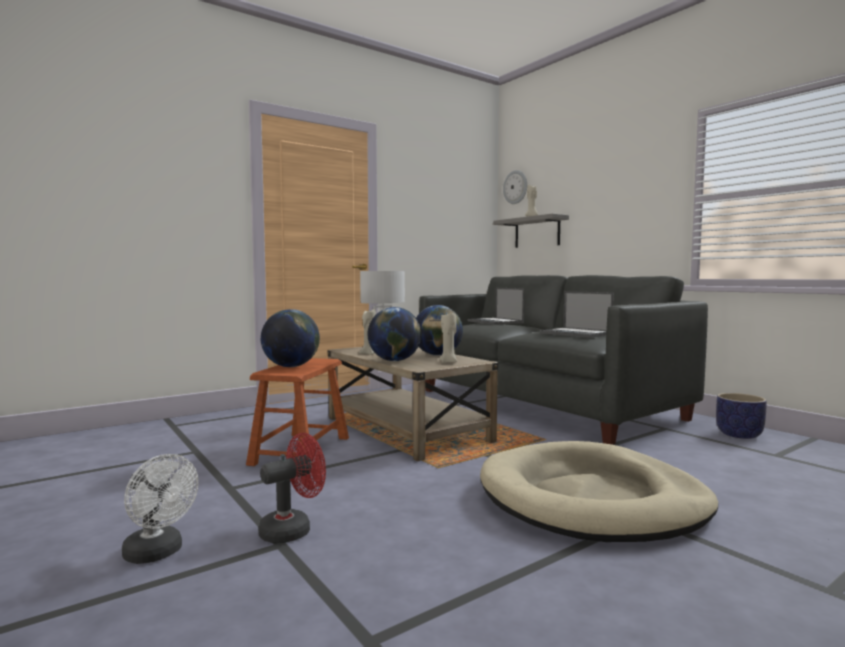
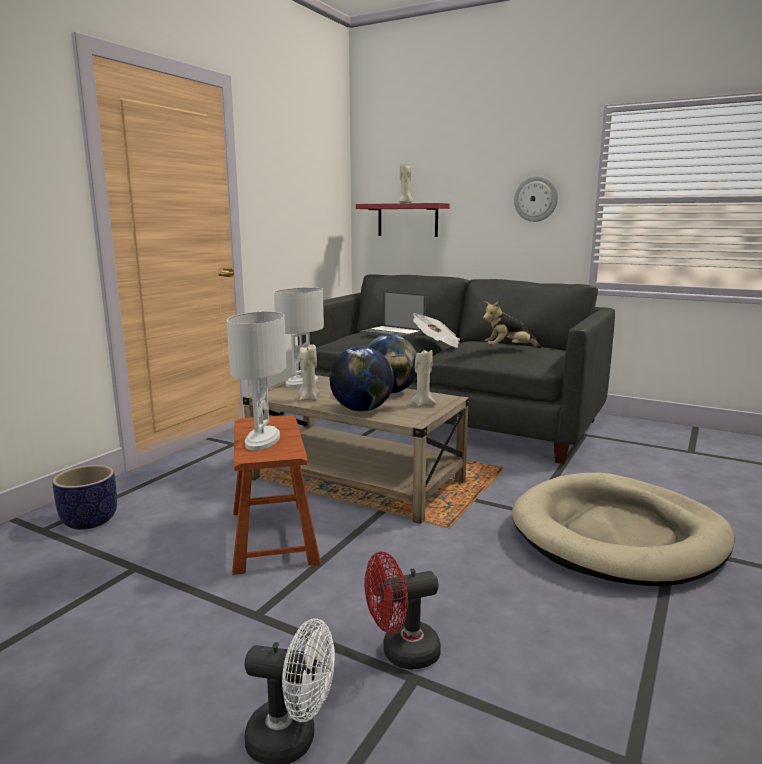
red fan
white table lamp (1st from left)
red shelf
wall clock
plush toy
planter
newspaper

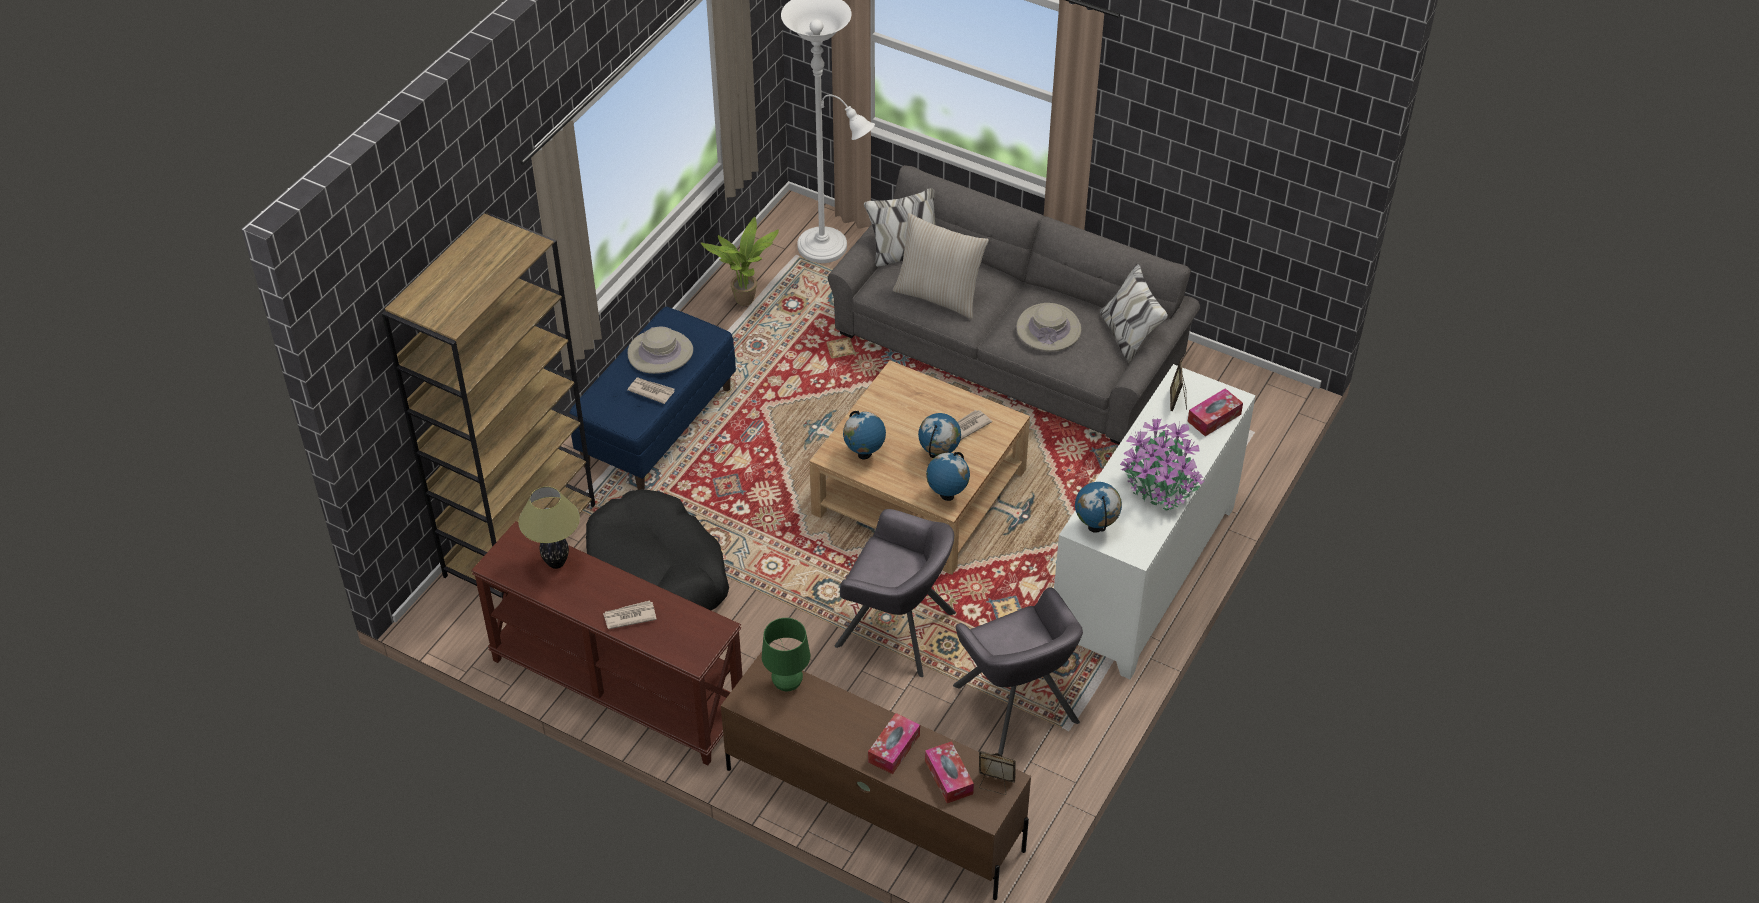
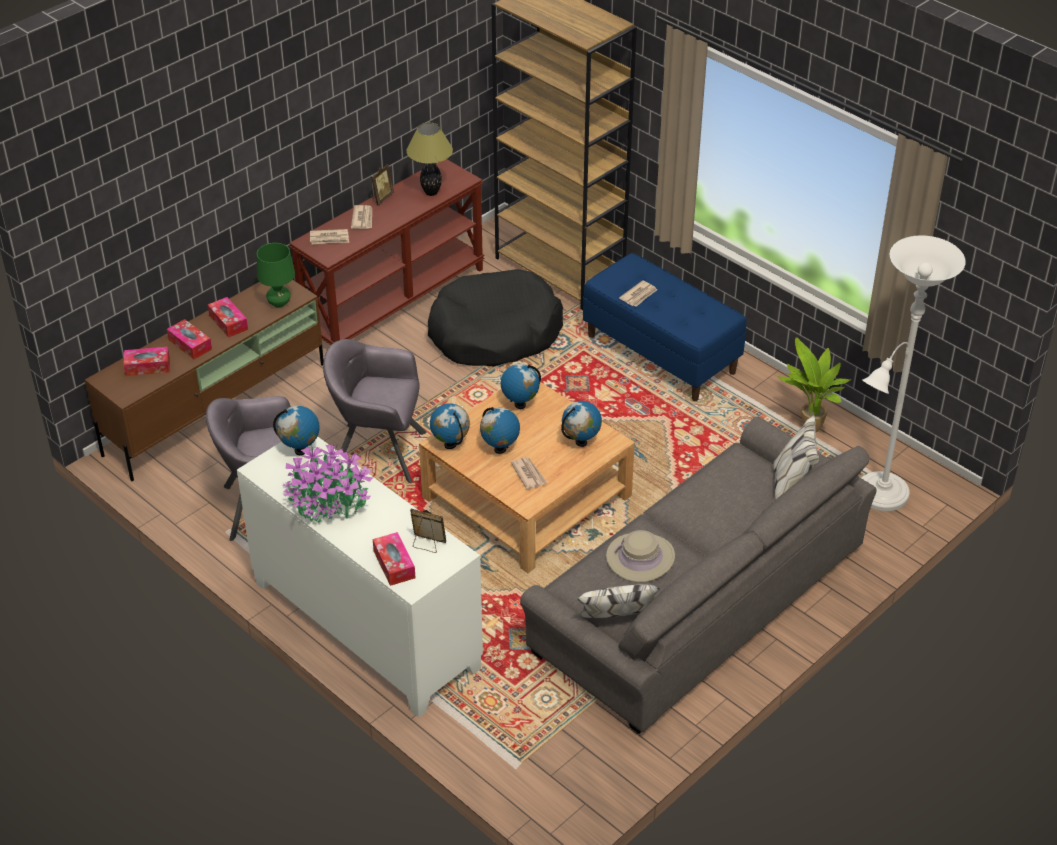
beige hat (1st from left in the first image)
grey armchair (2nd from left)
beige pillow
picture frame (1st from left)
tissue box (3rd from left)
newspaper (1st from left)
globe (5th from left)

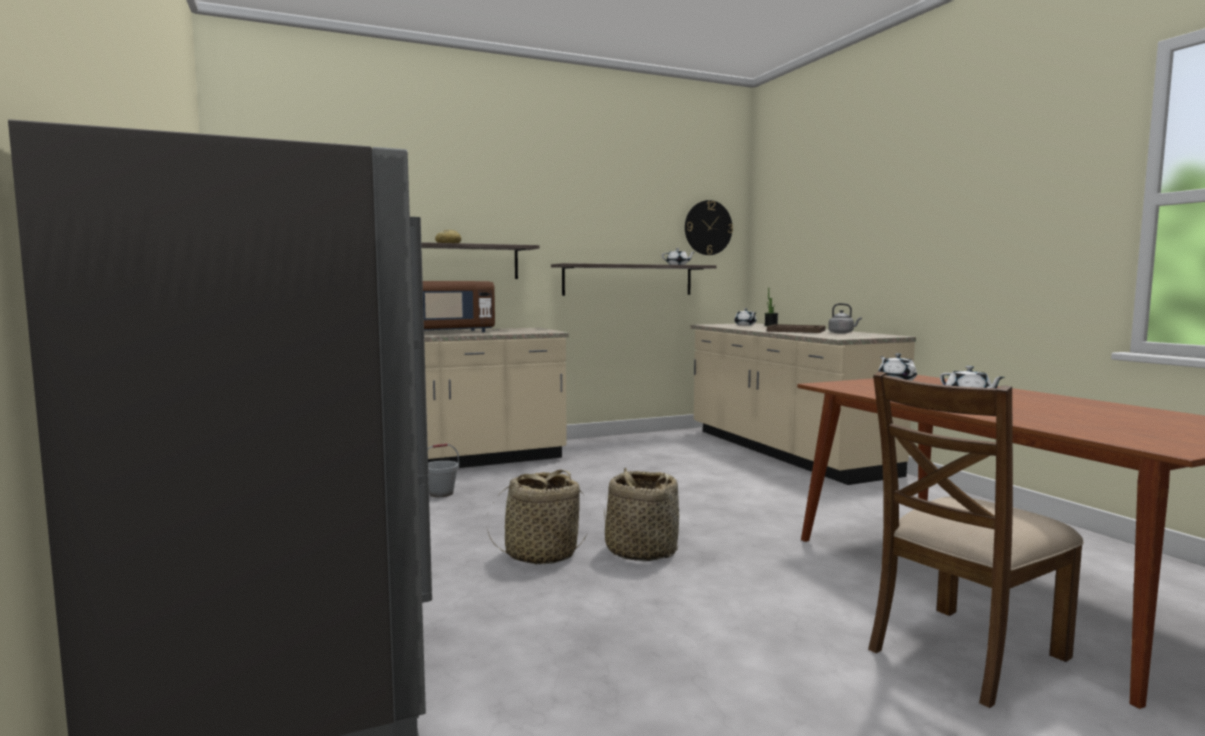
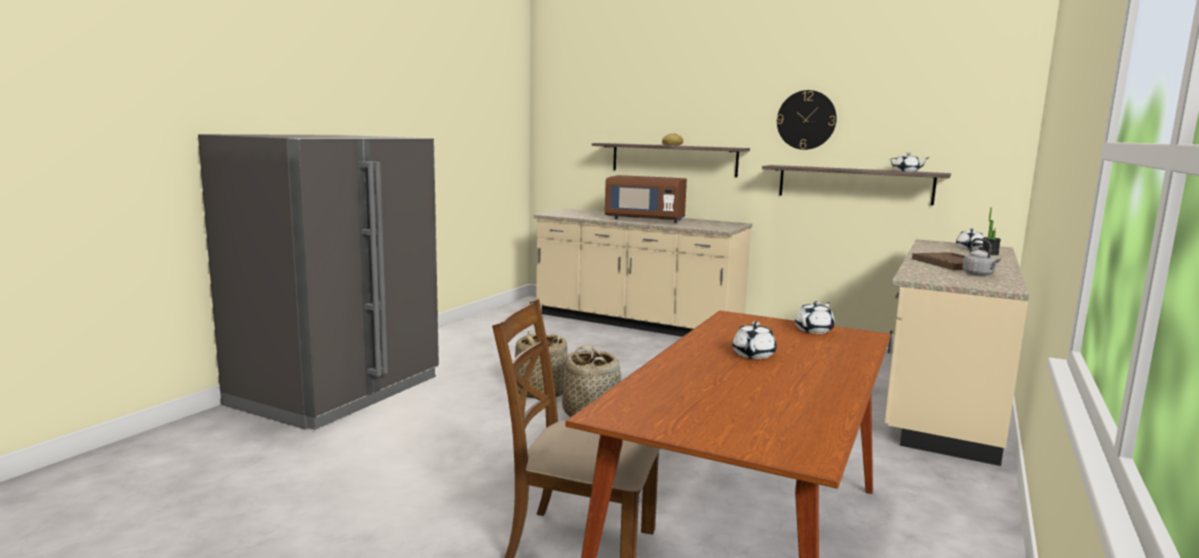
grey bucket
wall clock

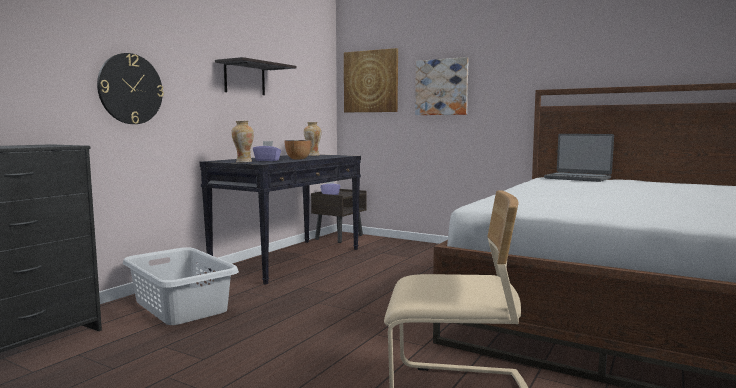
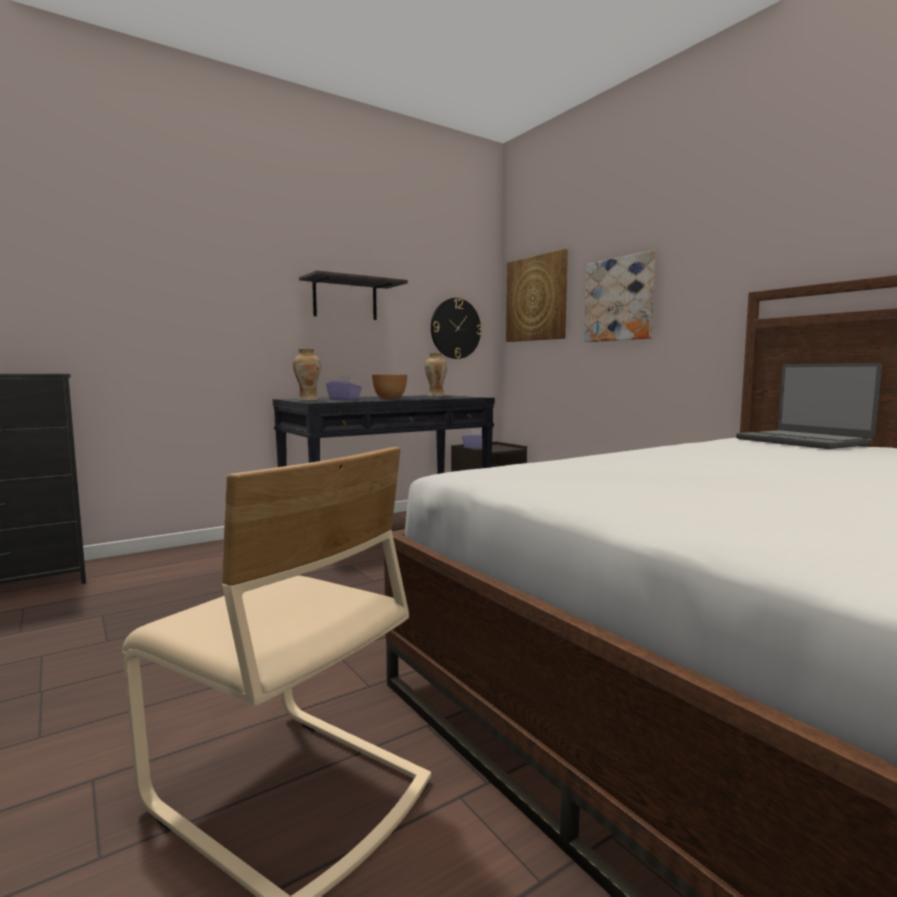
wall clock
grey laundry basket

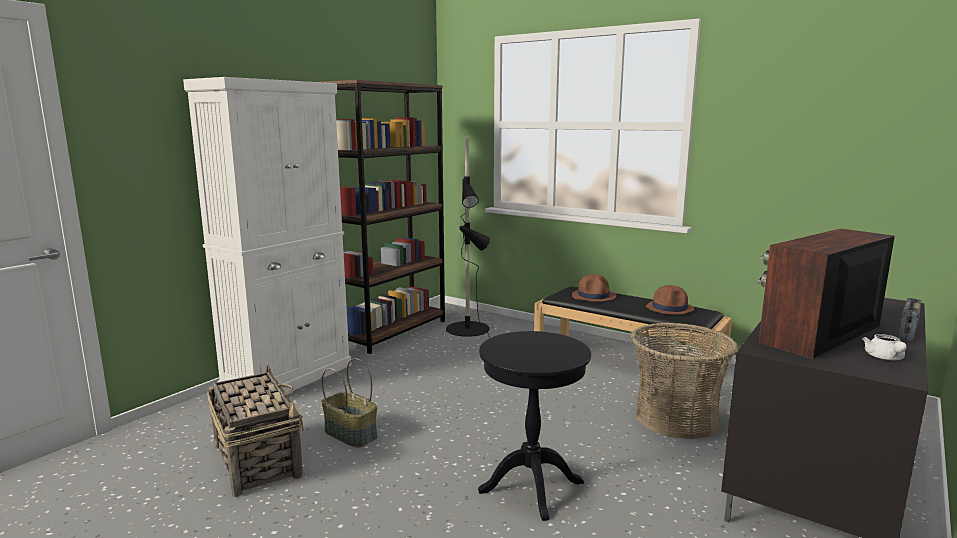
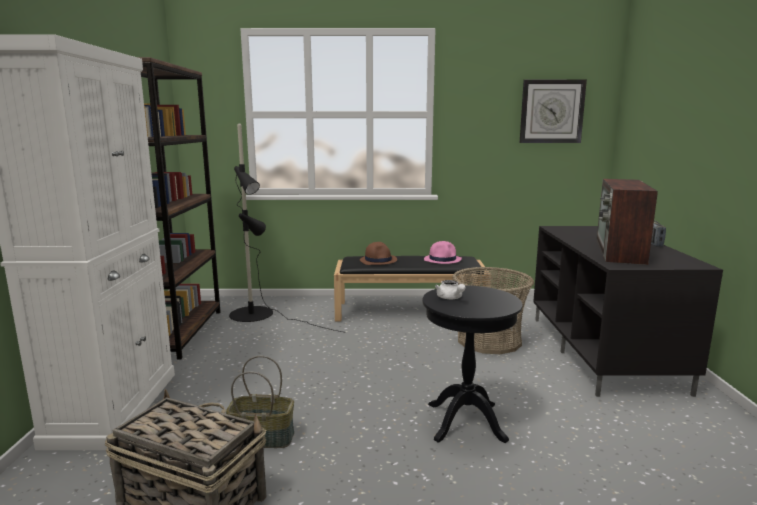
pink hat
white teapot
wall clock

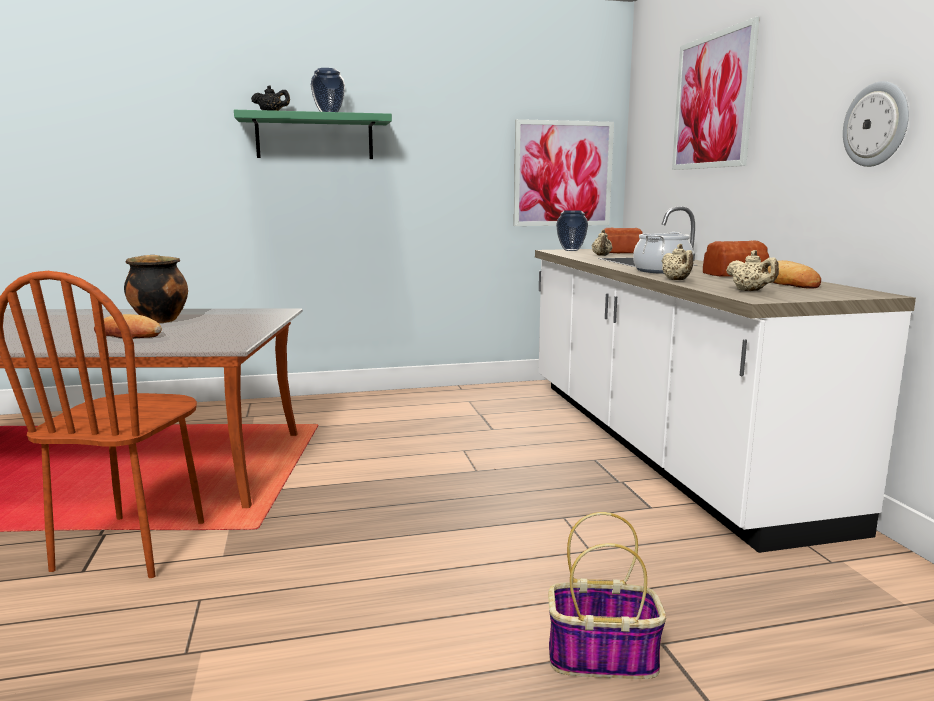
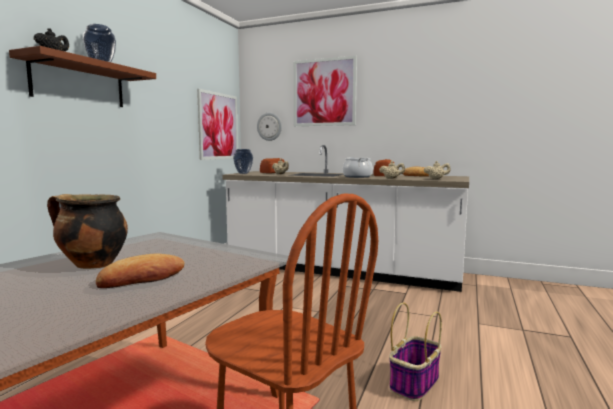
brown shelf
basket
wall clock

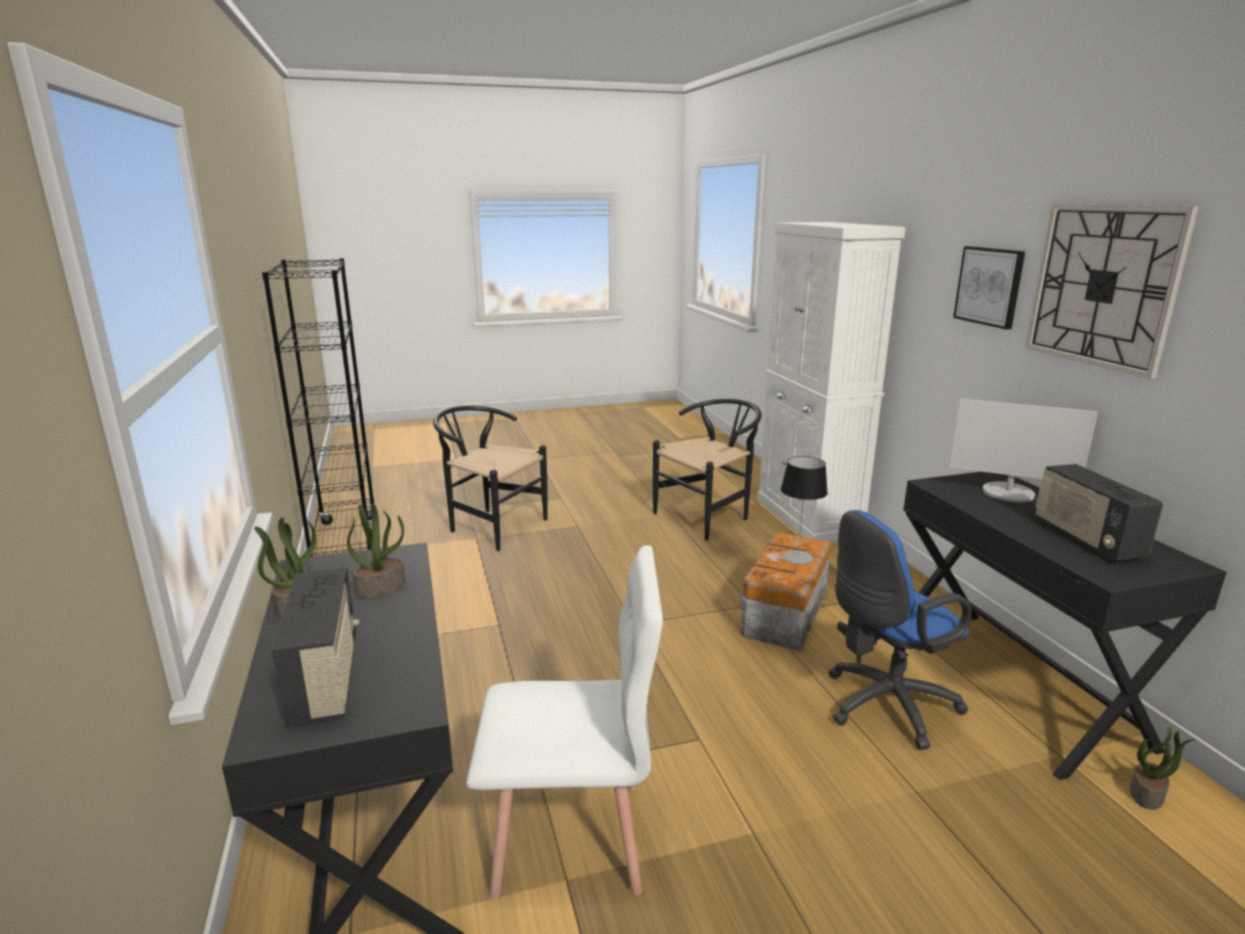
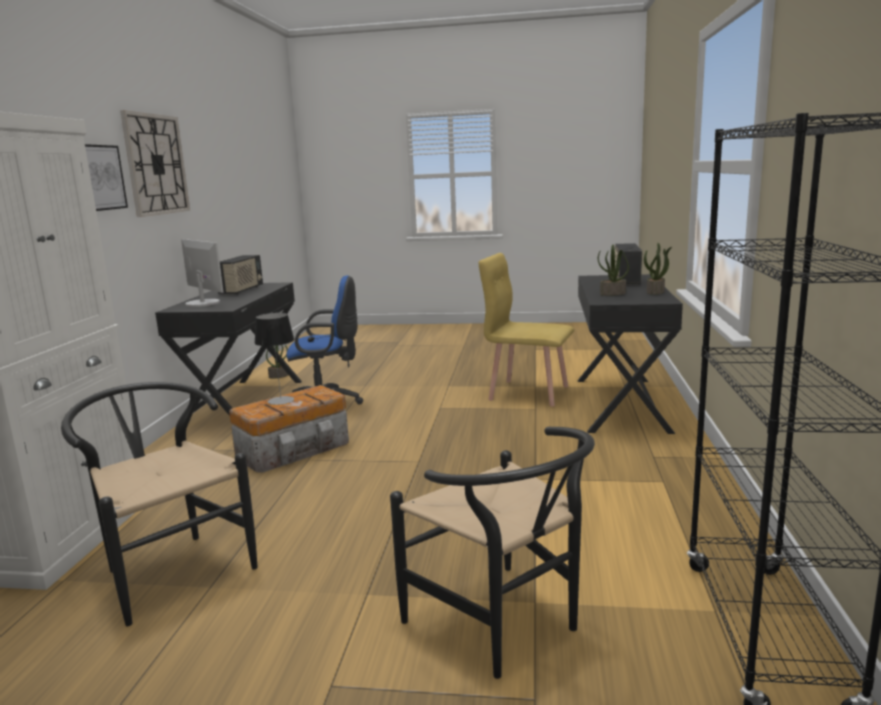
yellow chair
black chair (1st from left)

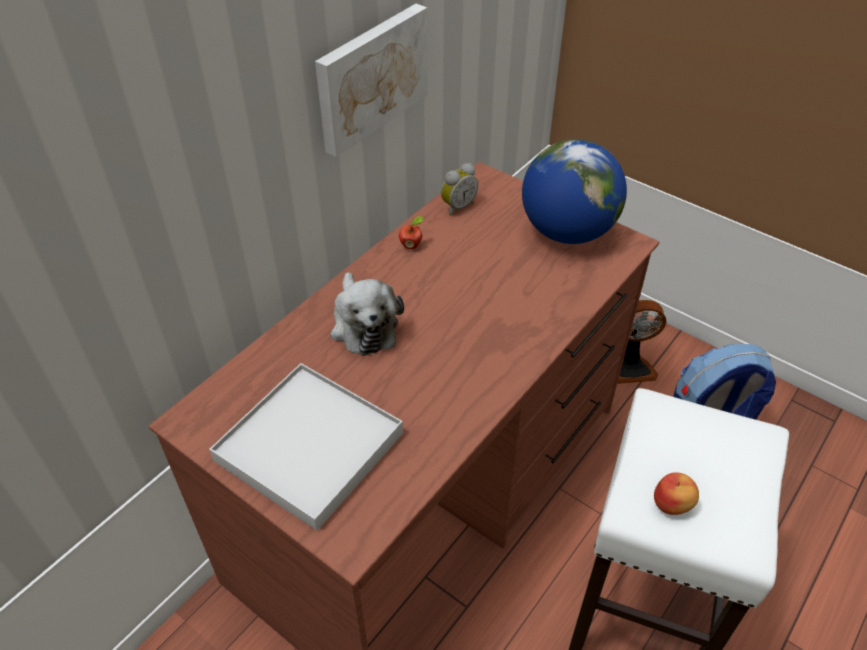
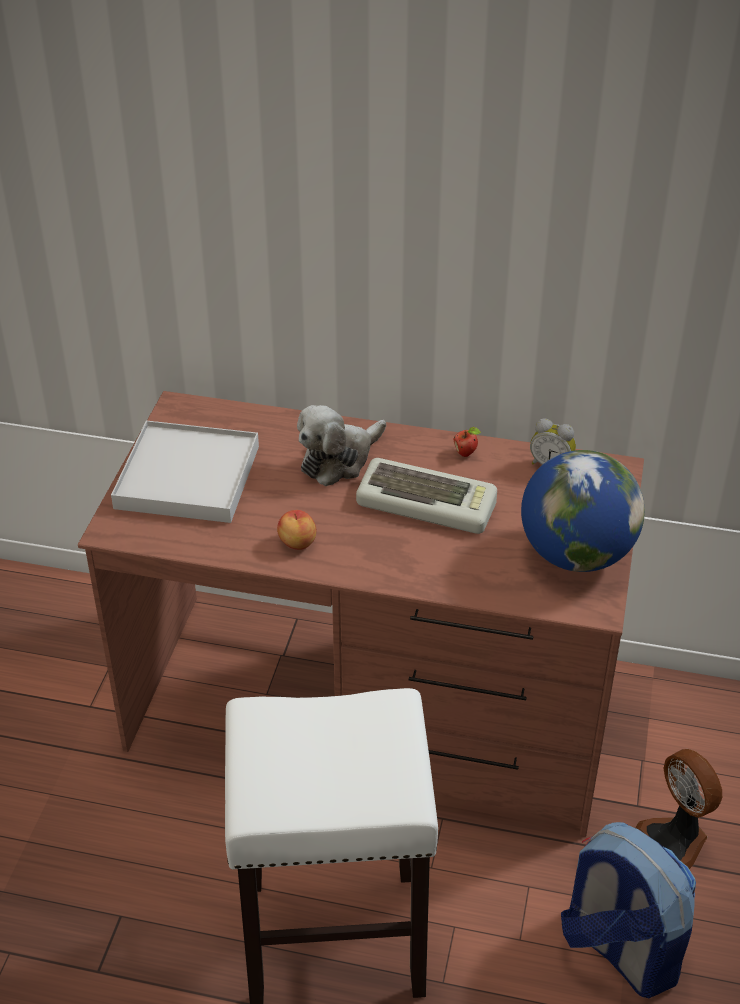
picture
apple (1st from left)
keyboard

